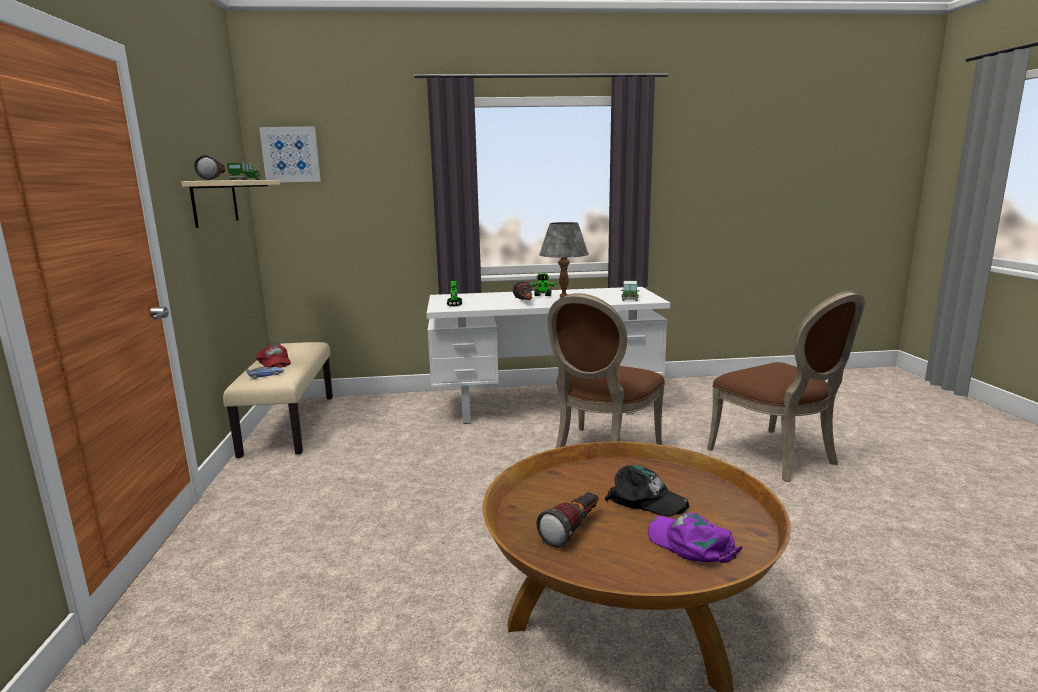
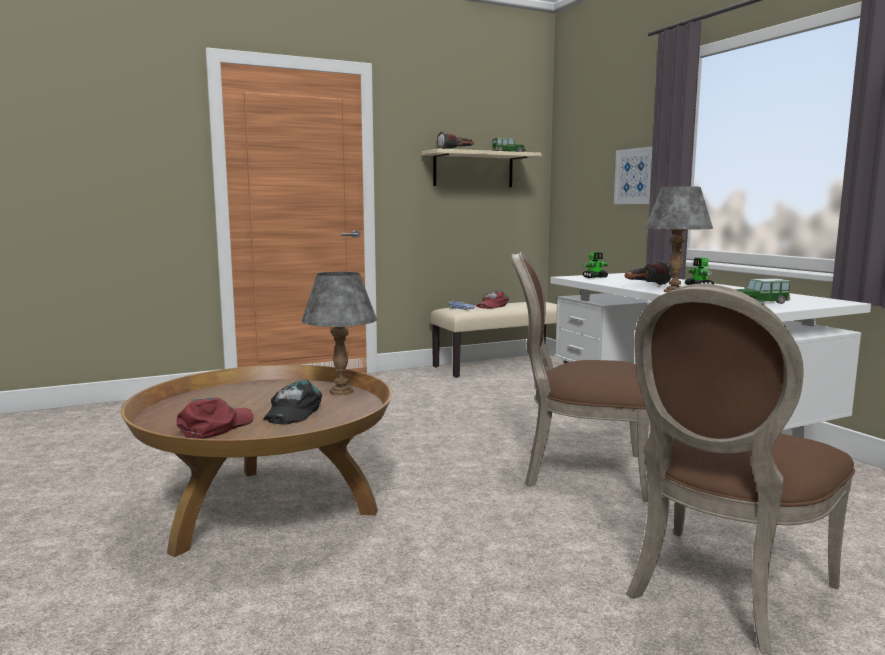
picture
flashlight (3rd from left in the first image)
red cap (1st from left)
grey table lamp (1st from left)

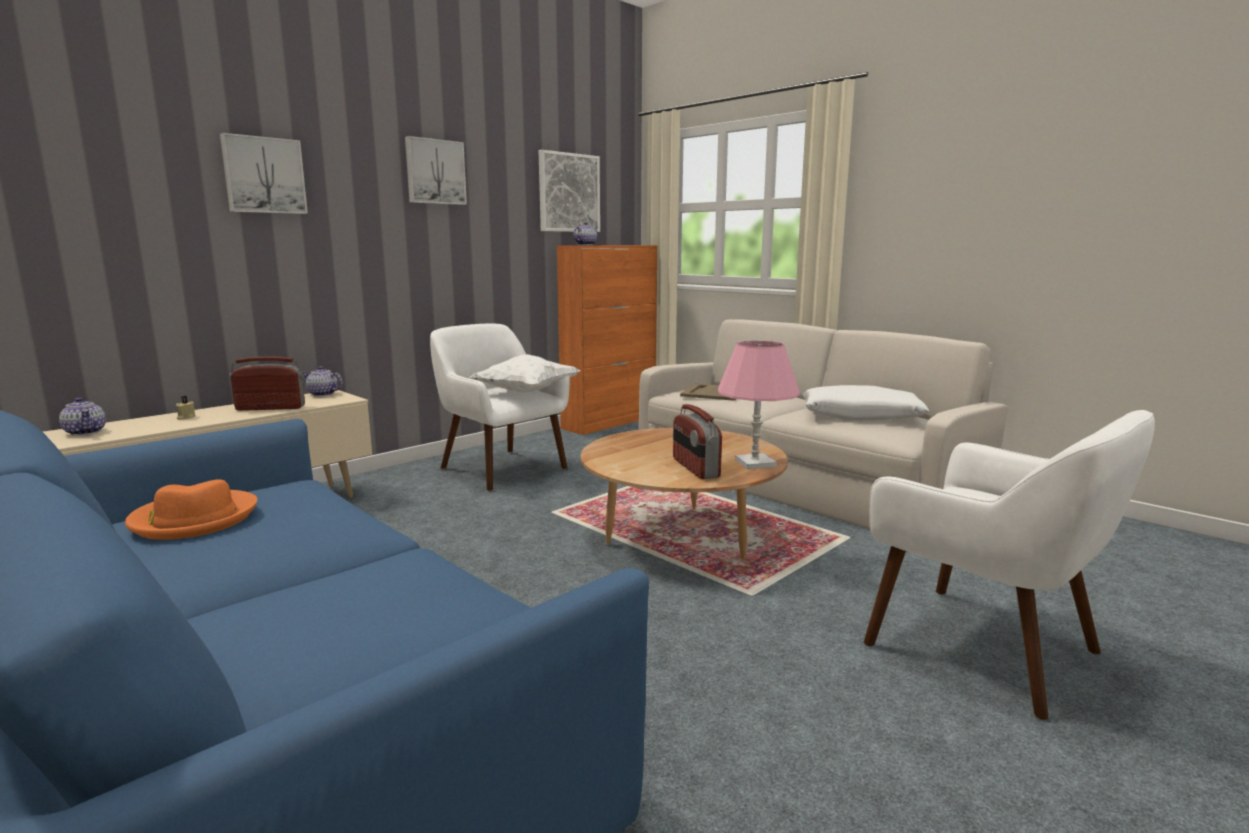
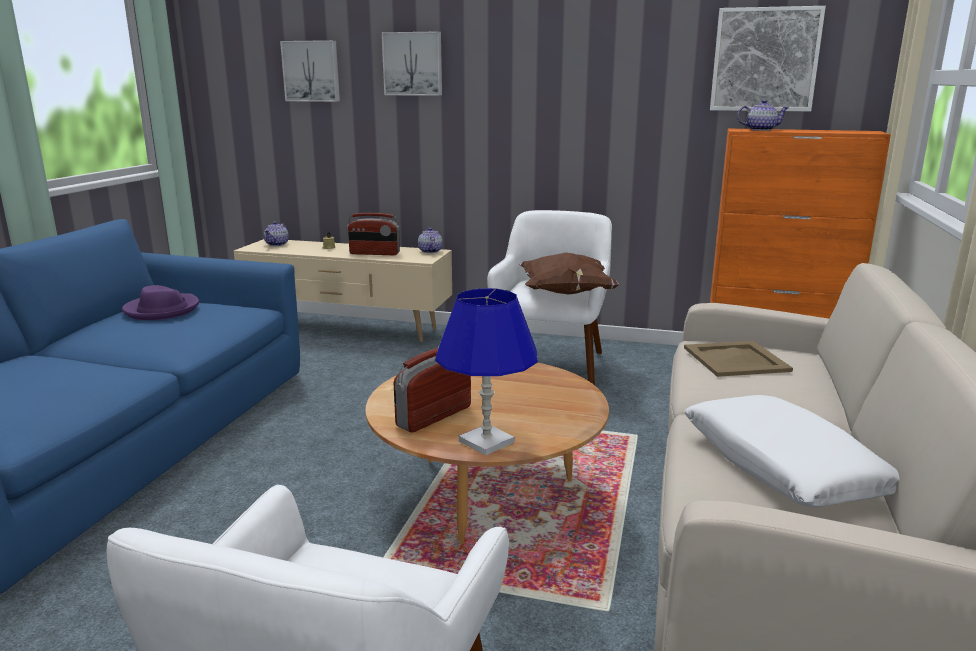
purple hat
radio (1st from left)
picture (1st from left)
brown pillow
blue table lamp

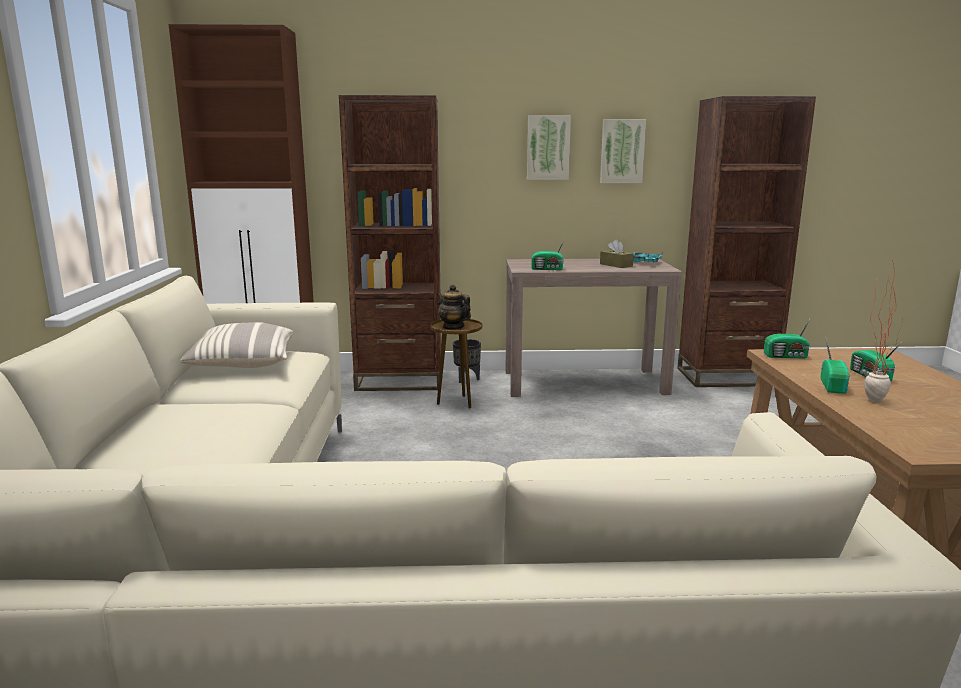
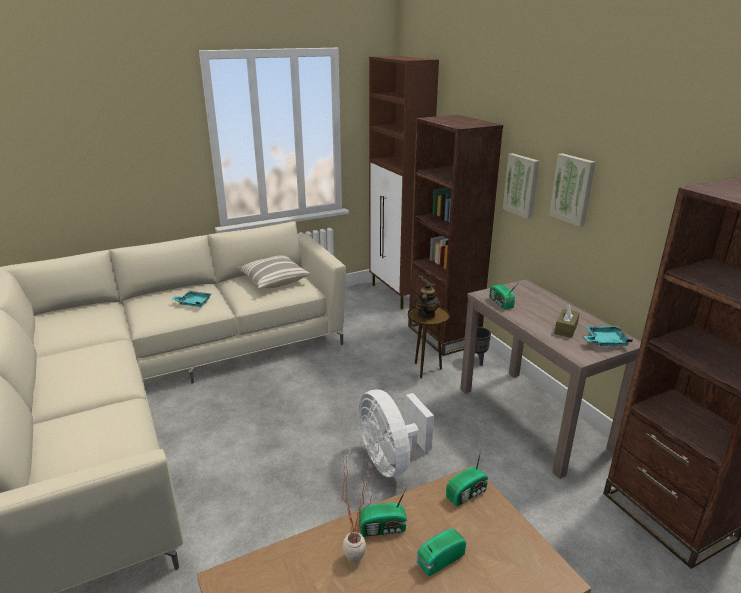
picture (1st from left)
radio (3rd from left)
turquoise tray (1st from left)
white fan

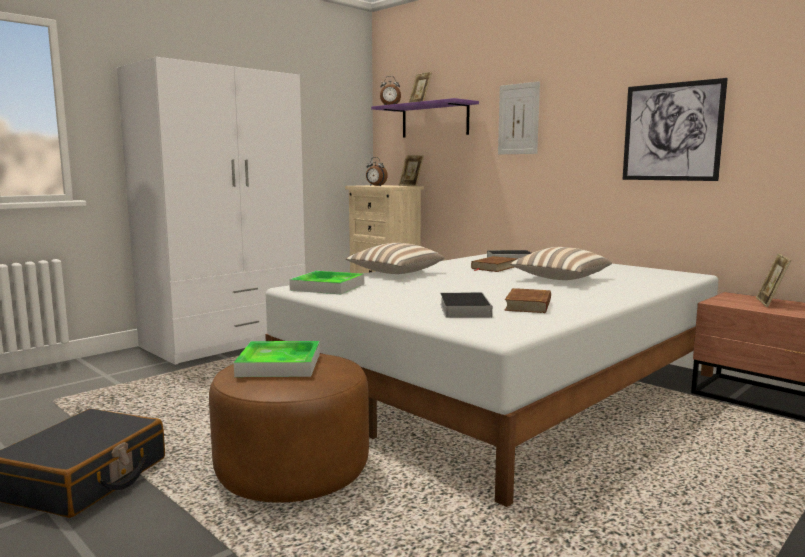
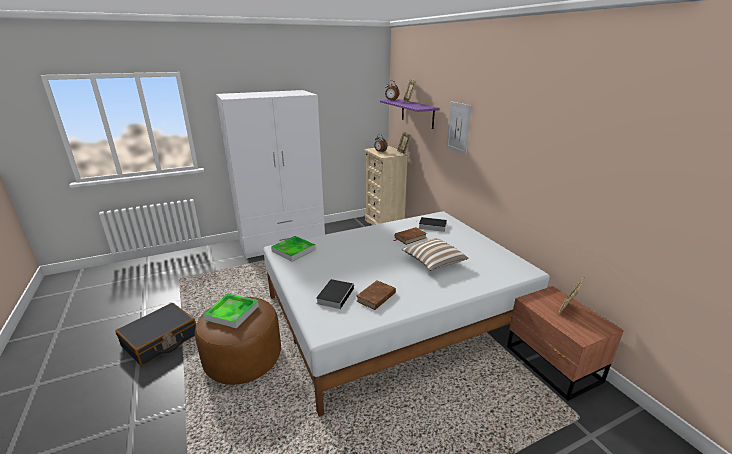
pillow (1st from left in the first image)
picture (2nd from left in the first image)

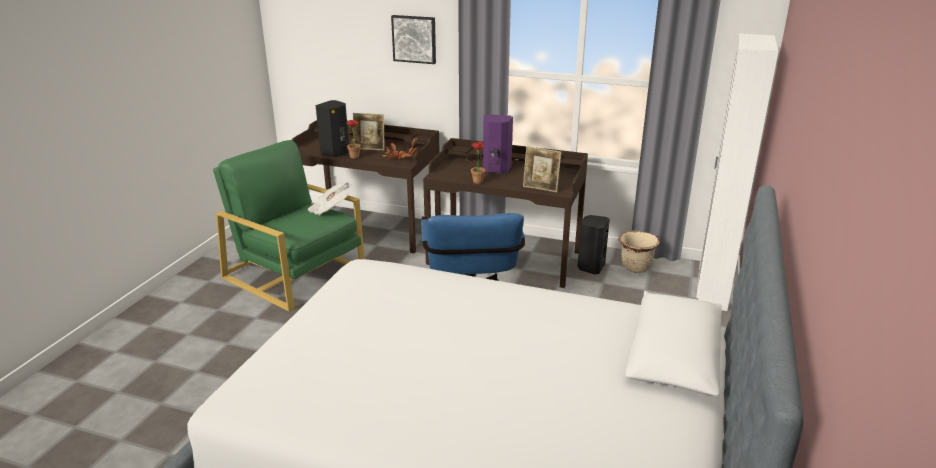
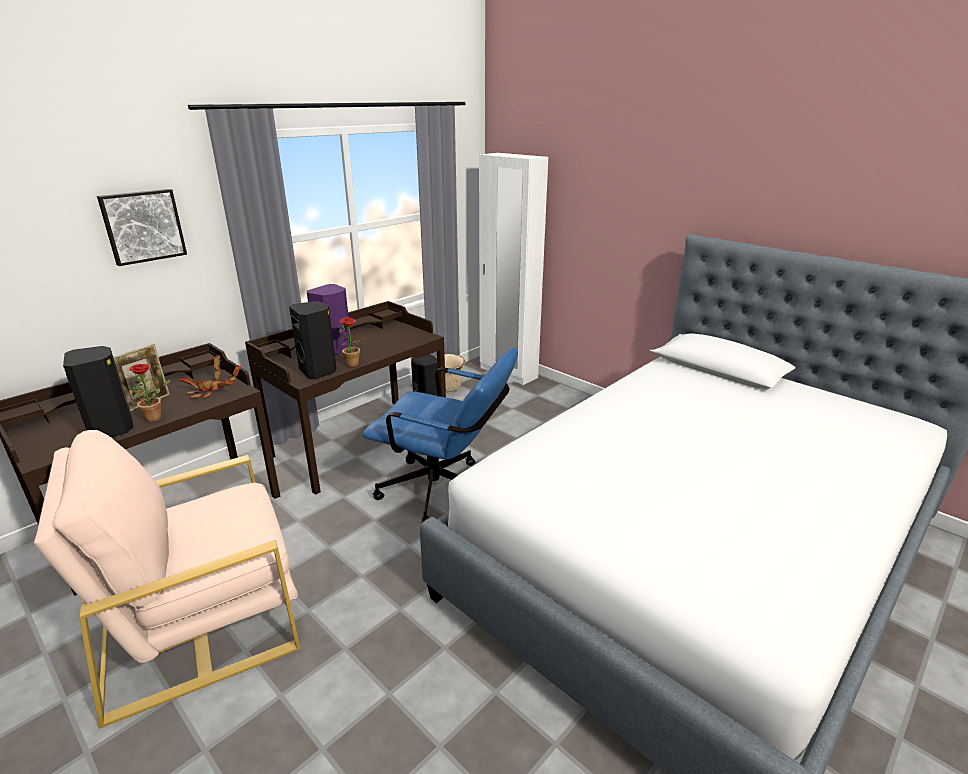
beige armchair
newspaper
picture frame (2nd from left in the first image)
black speaker (2nd from left)

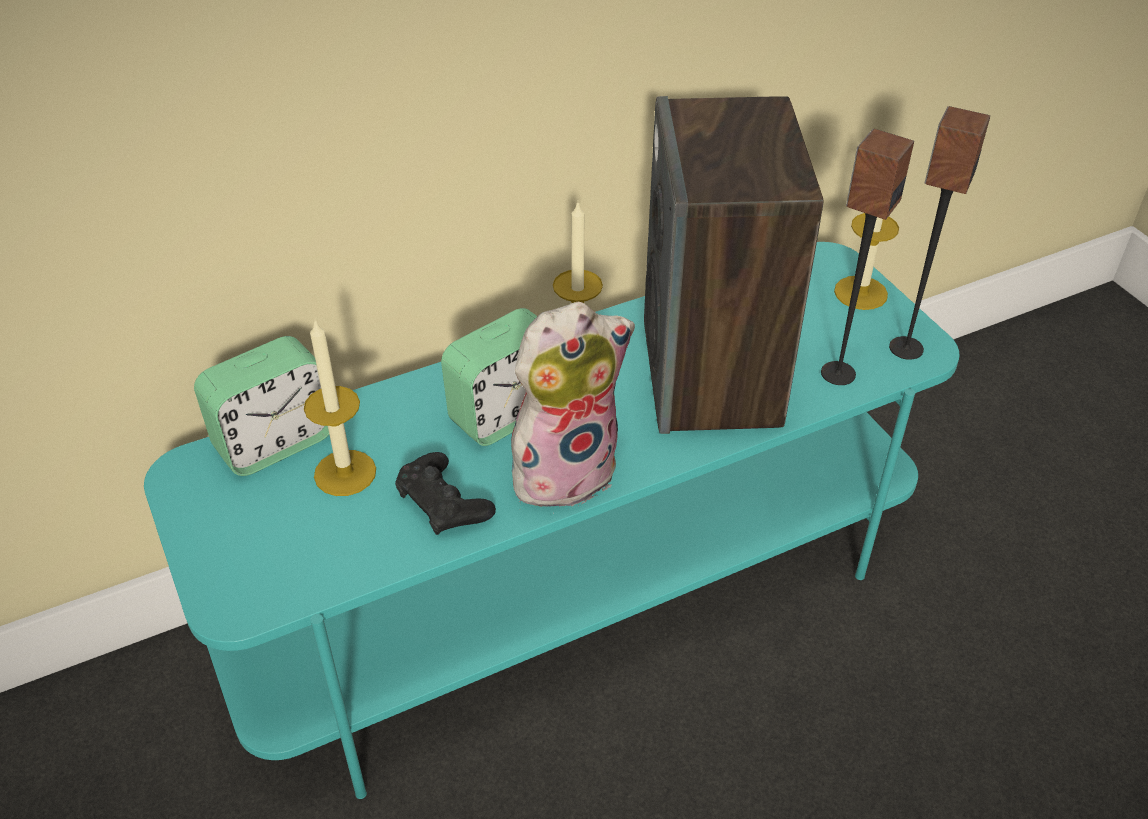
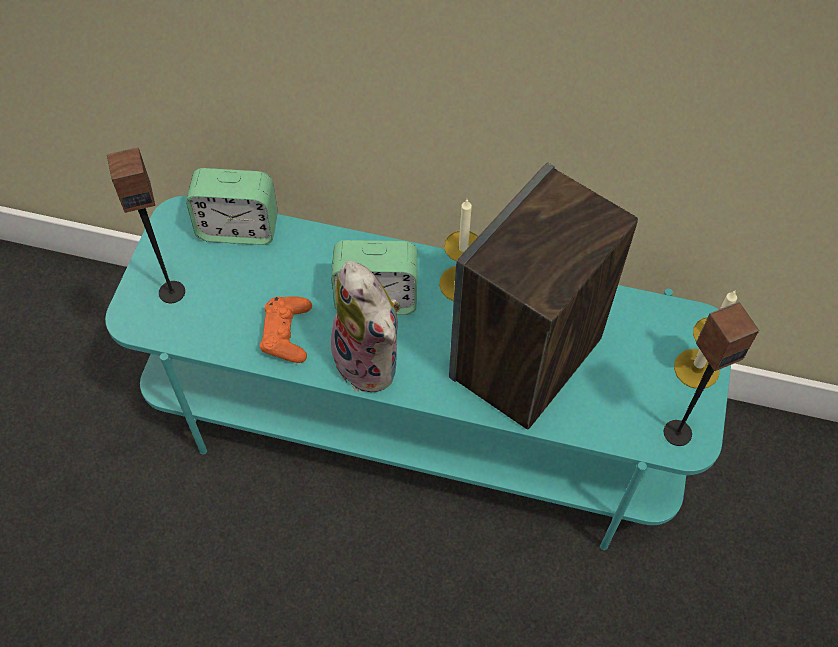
candle (1st from left in the first image)
orange game controller
plush toy
speaker (1st from left)

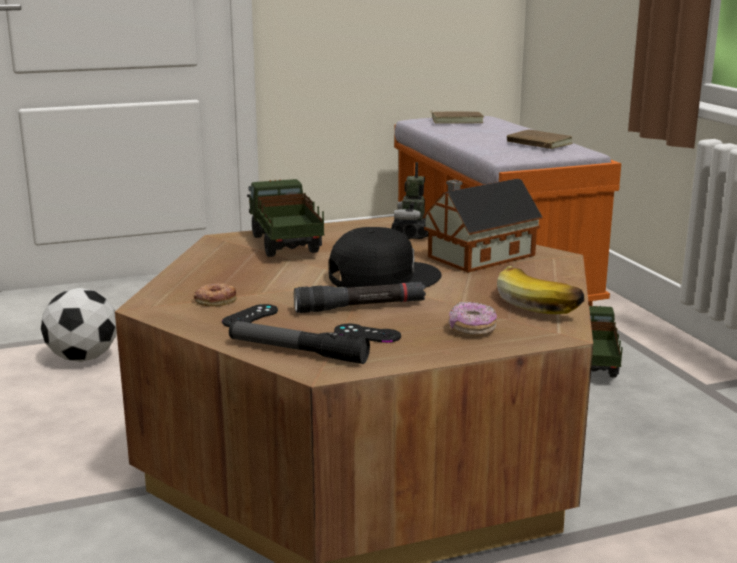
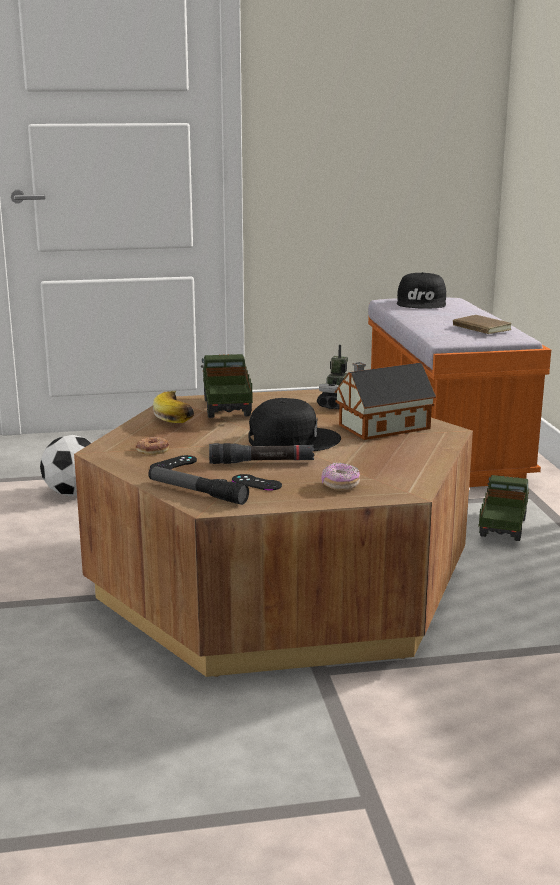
black cap (2nd from left)
banana

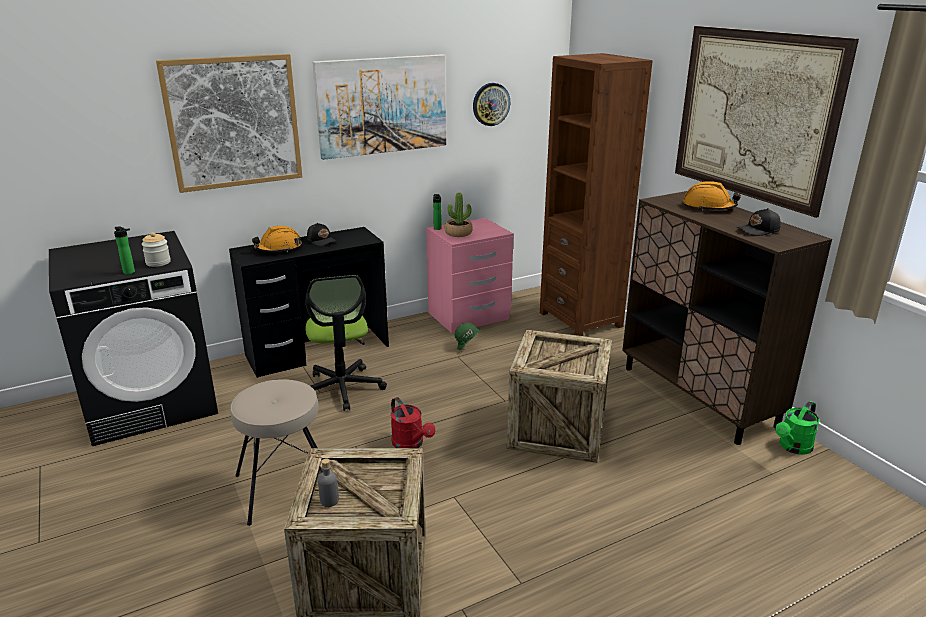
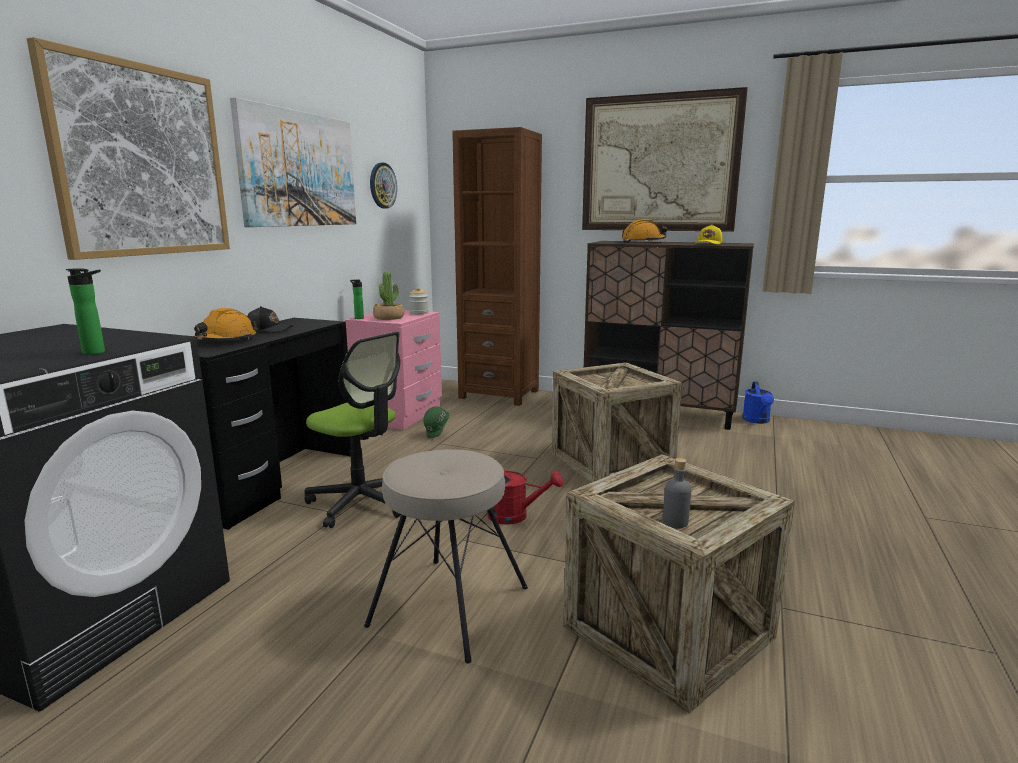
jar
yellow cap
blue watering can

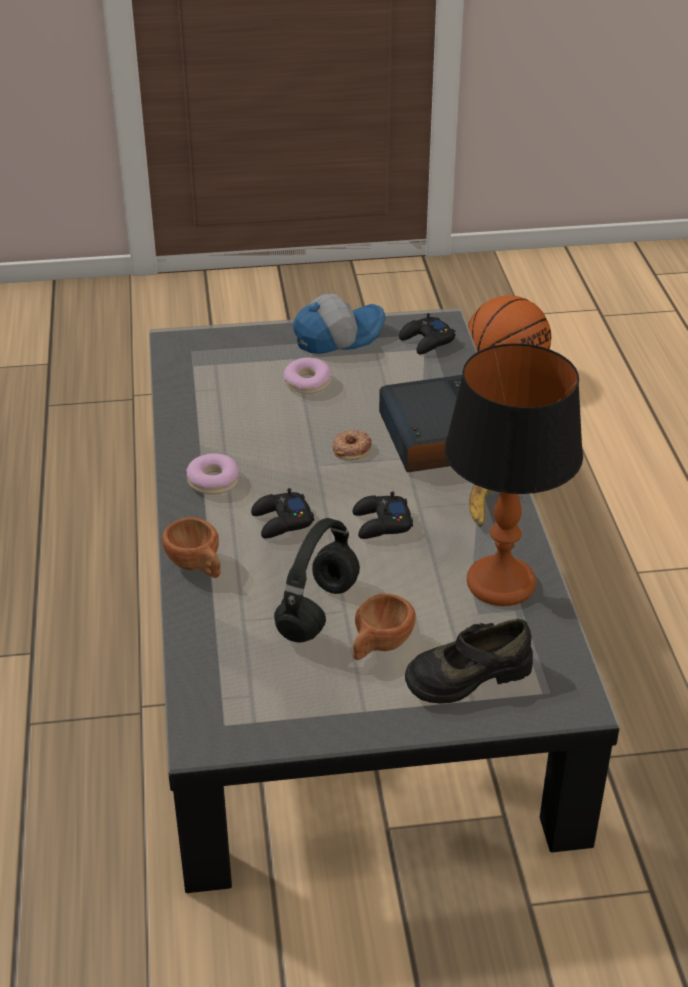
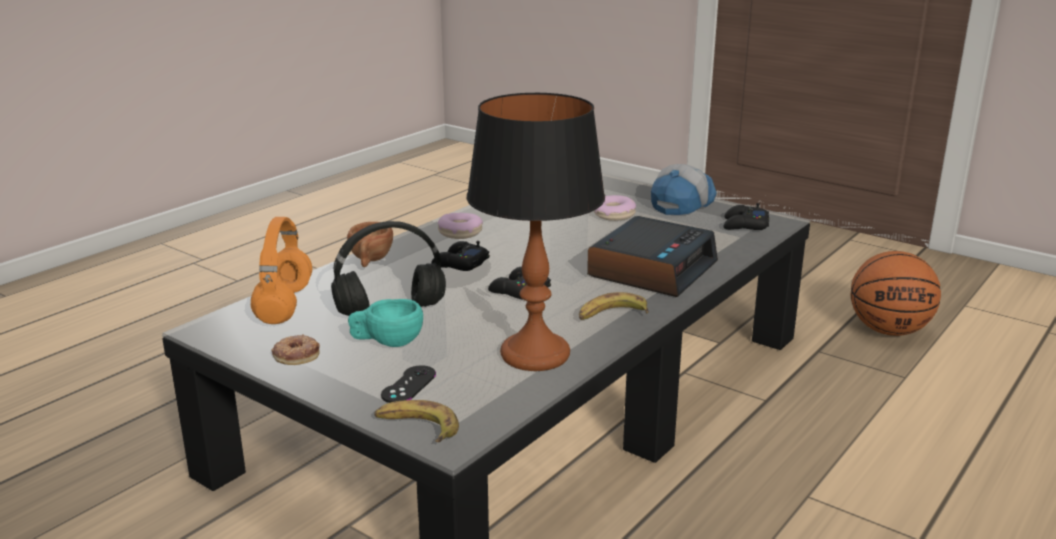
cap
donut (1st from left)
turquoise cup
black game controller (1st from left)
orange headphones
banana (1st from left)

